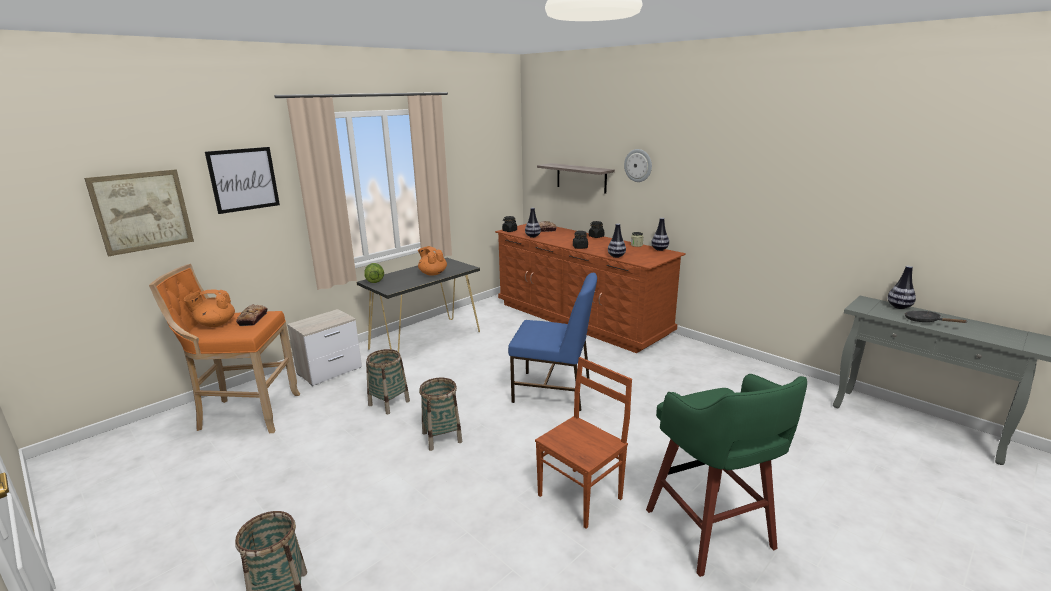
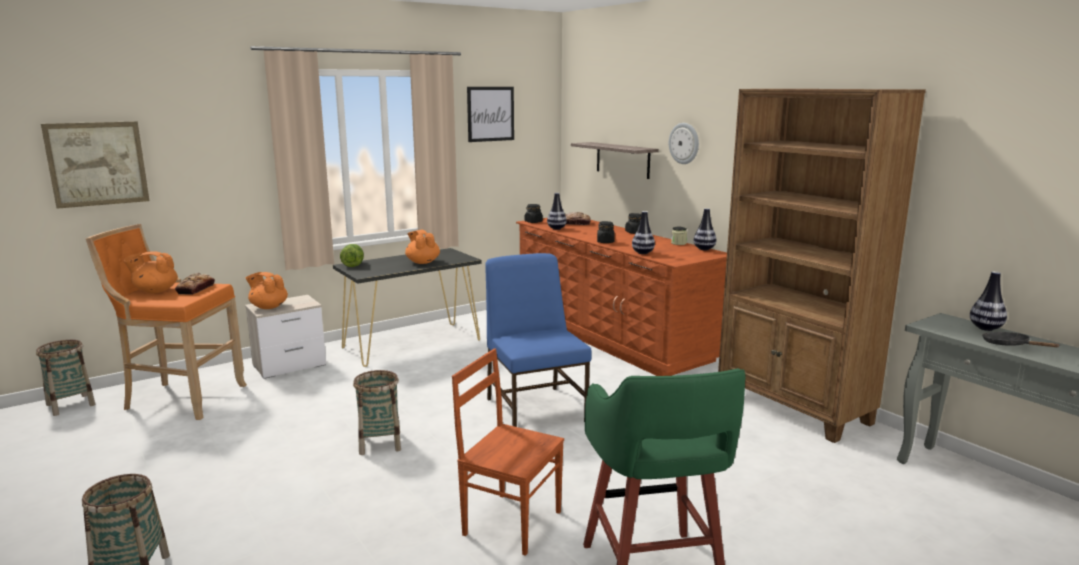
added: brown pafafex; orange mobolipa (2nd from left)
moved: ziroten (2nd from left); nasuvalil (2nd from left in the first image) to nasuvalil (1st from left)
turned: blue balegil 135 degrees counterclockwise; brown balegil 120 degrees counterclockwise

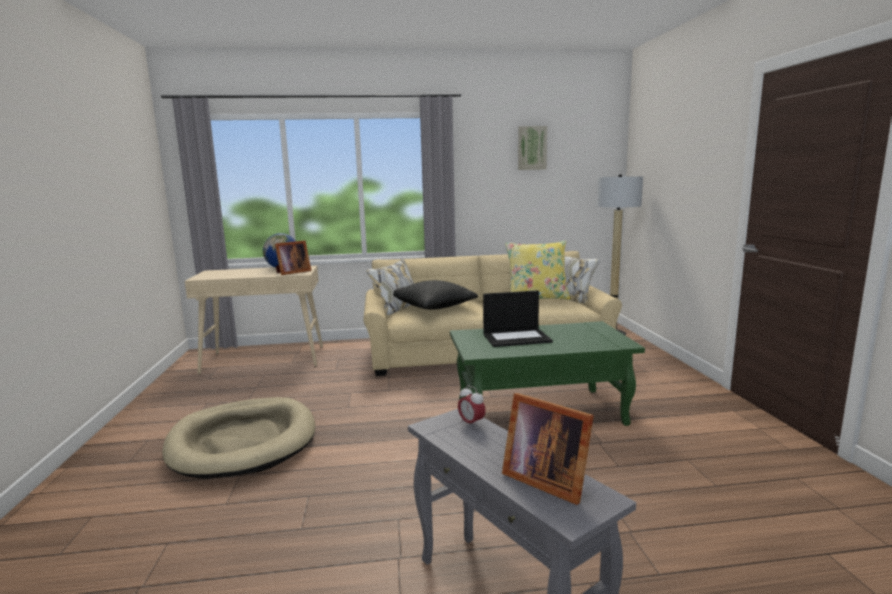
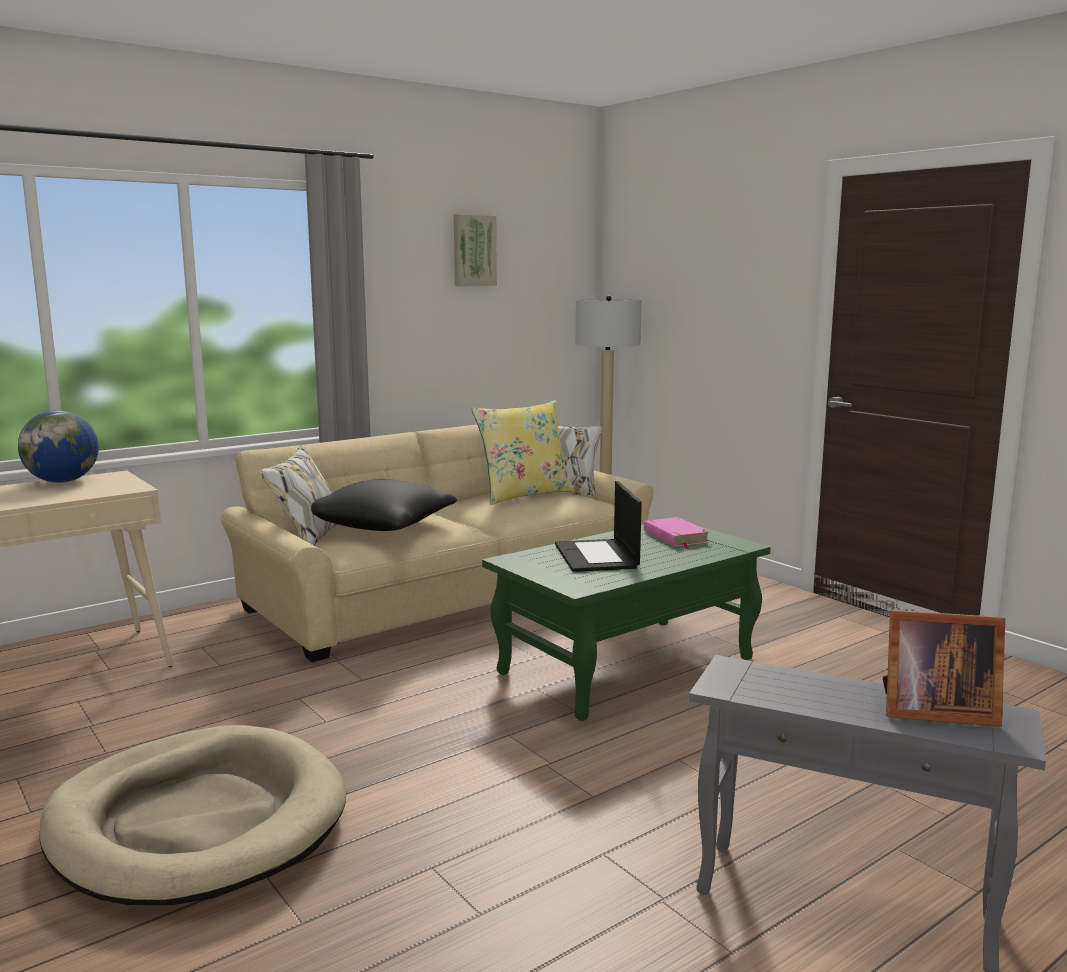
removed: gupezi (1st from left); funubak
added: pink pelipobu
turned: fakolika 120 degrees clockwise

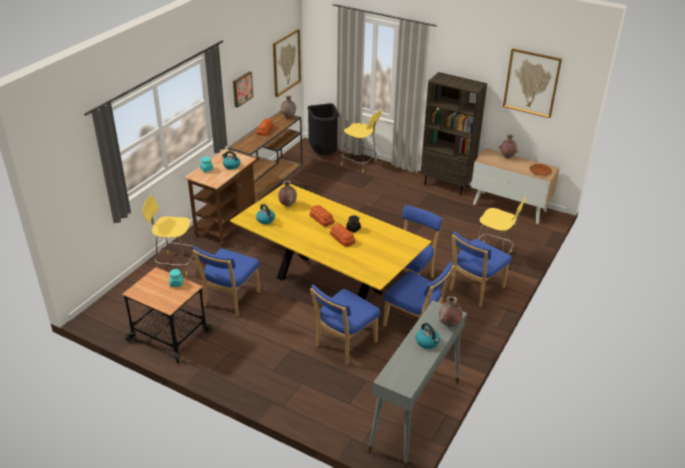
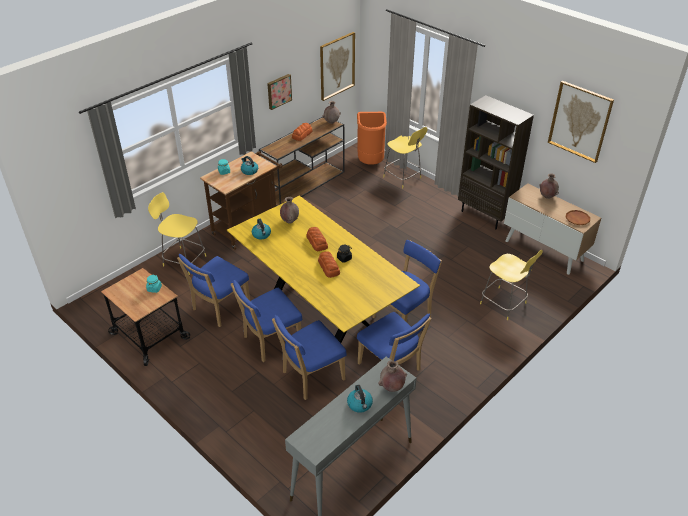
moved: blue balegil (5th from left in the first image) to blue balegil (2nd from left)
recoloured: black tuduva to orange tuduva

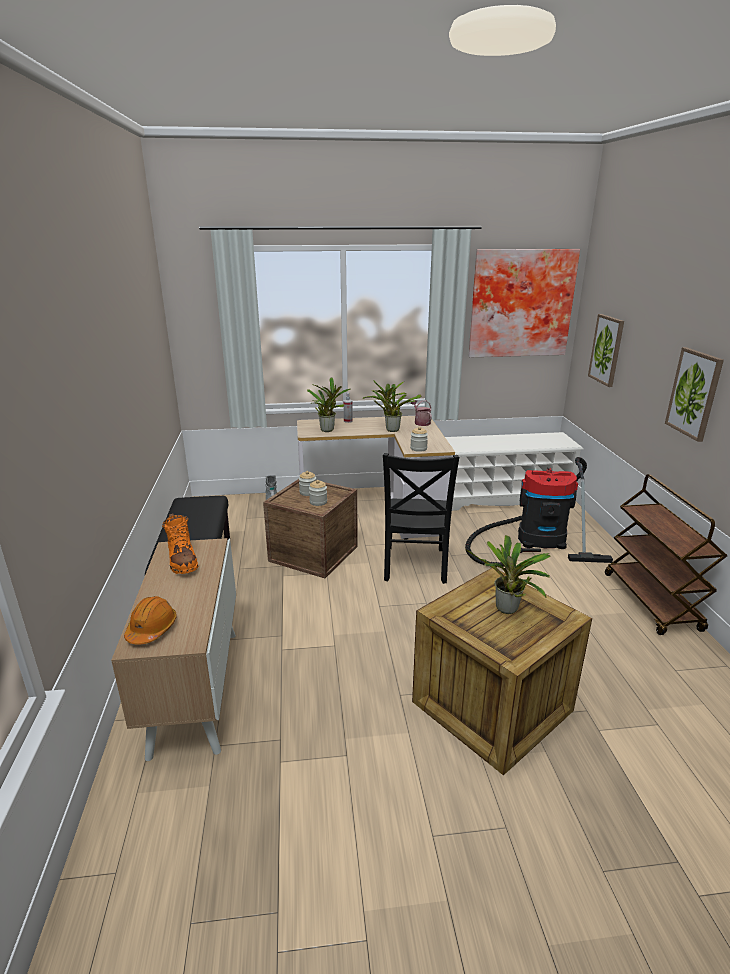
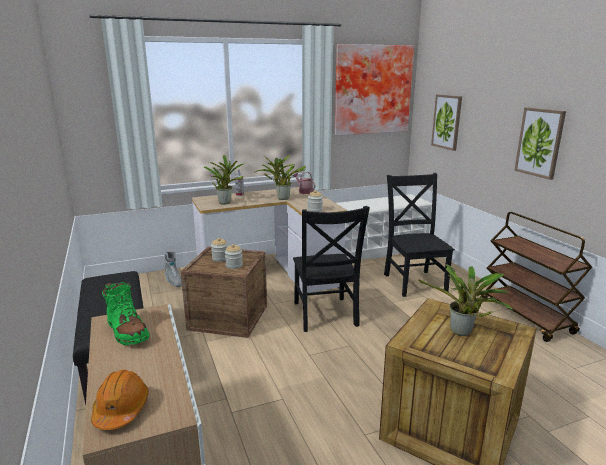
replaced: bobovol to black balegil (2nd from left)
recoloured: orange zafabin to green zafabin

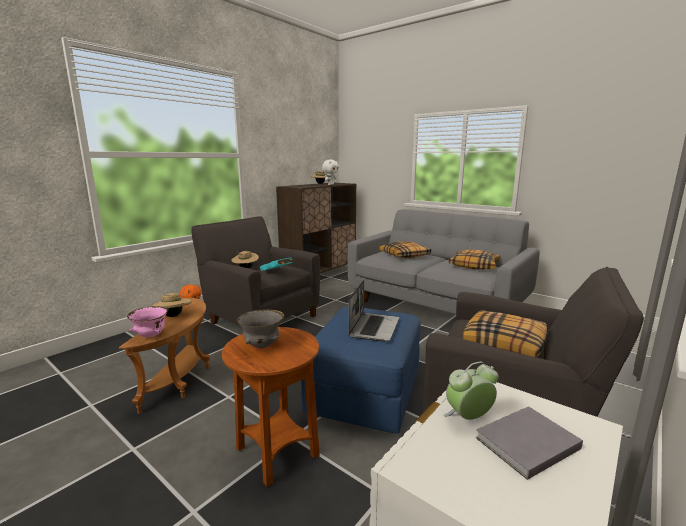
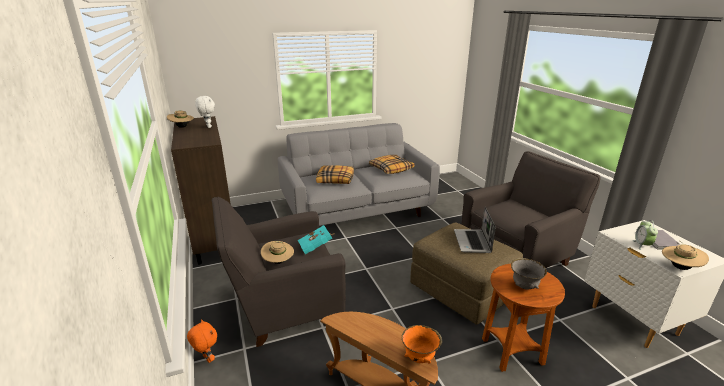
removed: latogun (3rd from left)
moved: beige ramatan (1st from left in the first image) to beige ramatan (3rd from left)
recoloured: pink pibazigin to orange pibazigin; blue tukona to brown tukona
turned: fakolika 135 degrees counterclockwise

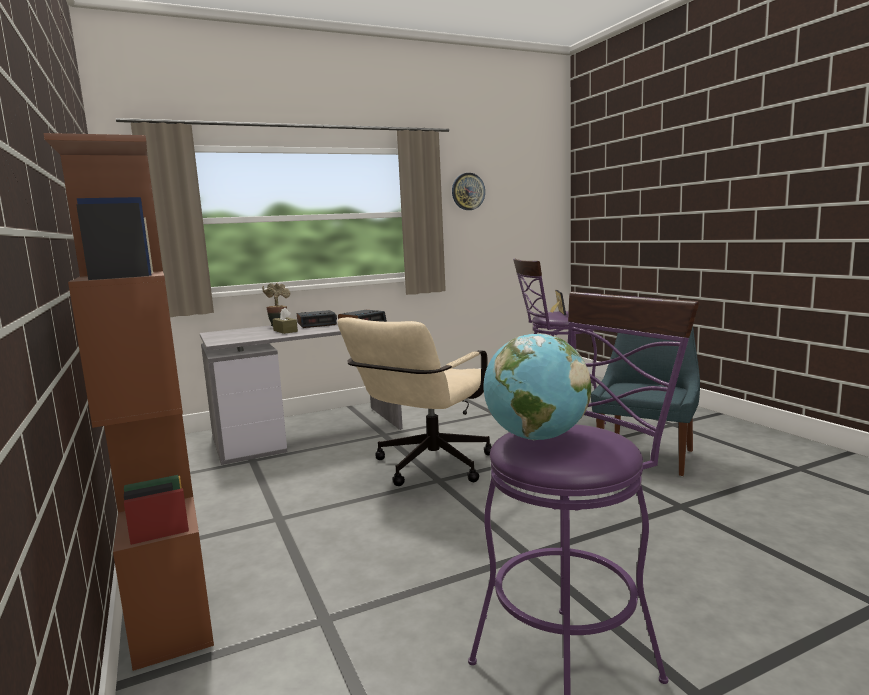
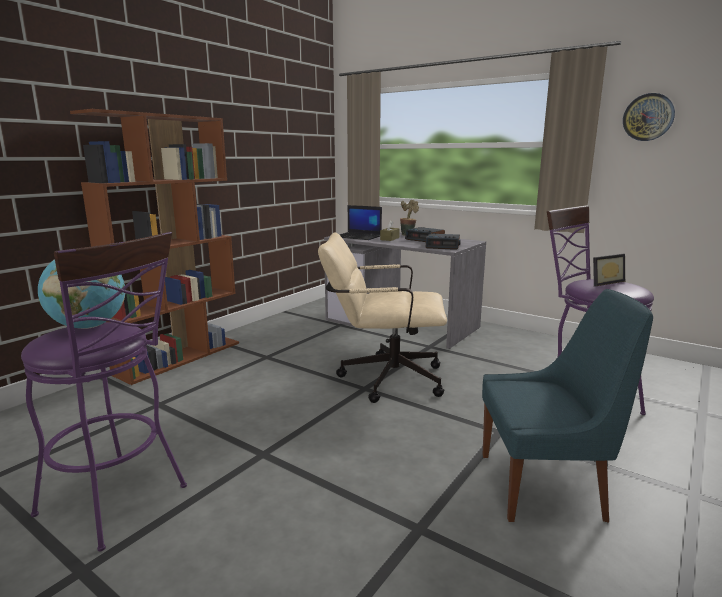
added: fakolika

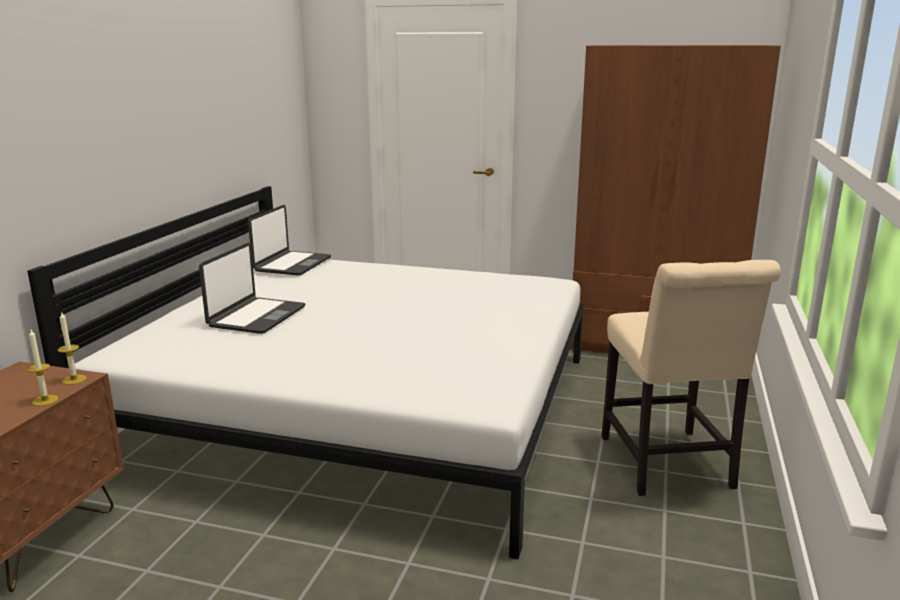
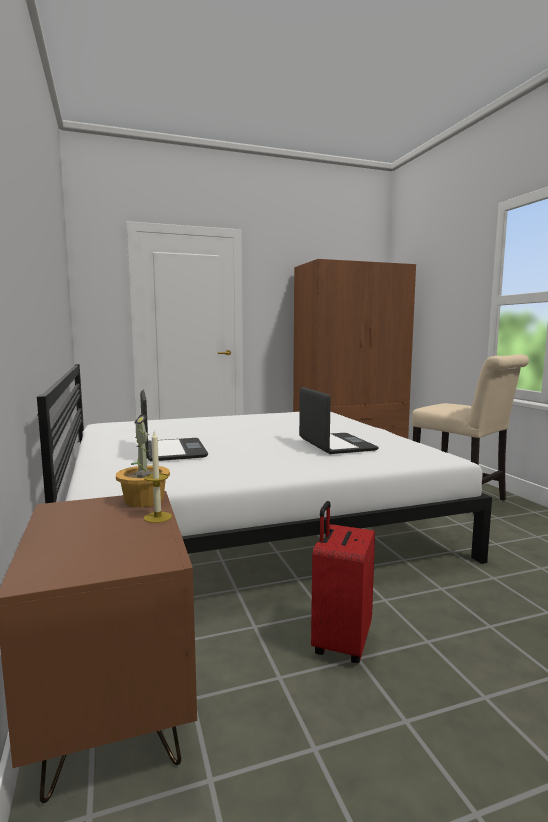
added: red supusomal
moved: fakolika (2nd from left)
replaced: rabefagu (2nd from left) to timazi

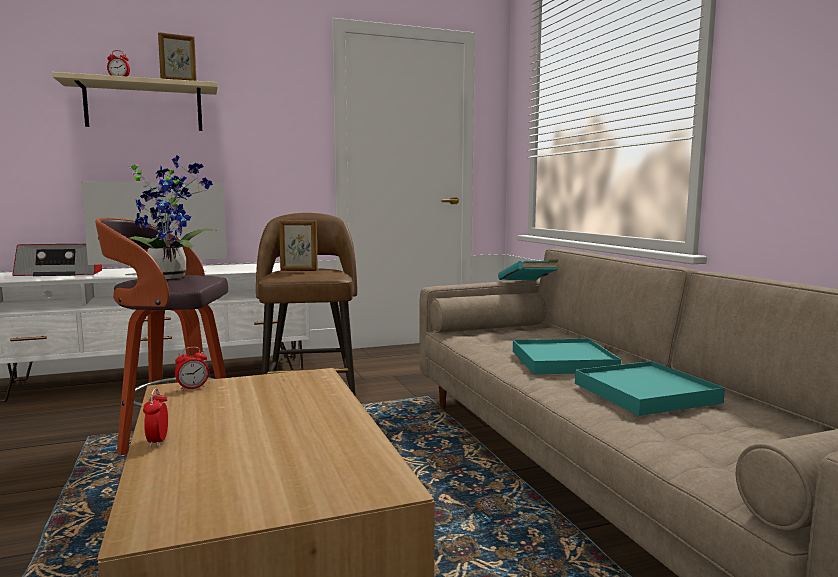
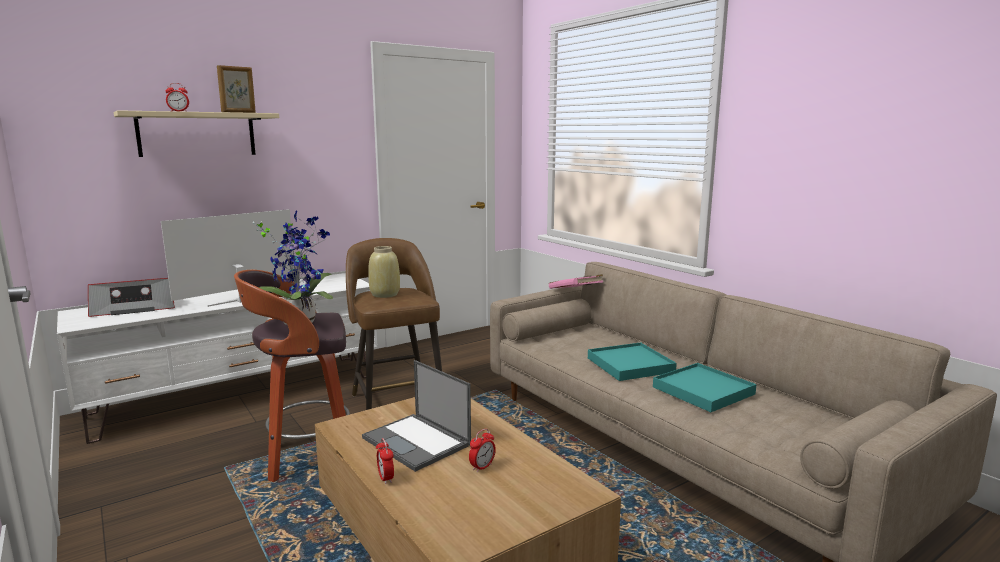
added: fakolika
moved: funubak (3rd from left)
replaced: gupezi (2nd from left) to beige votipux
recoloured: turquoise pelipobu to pink pelipobu

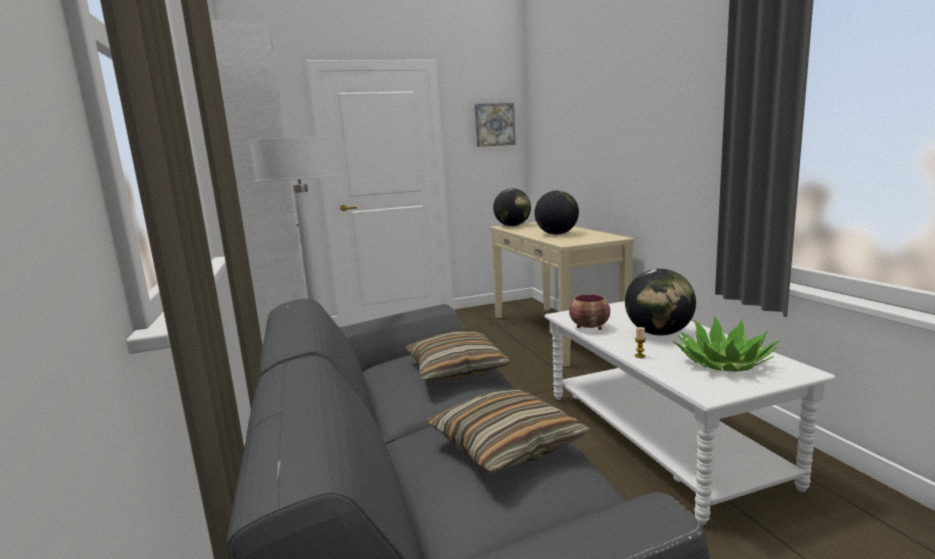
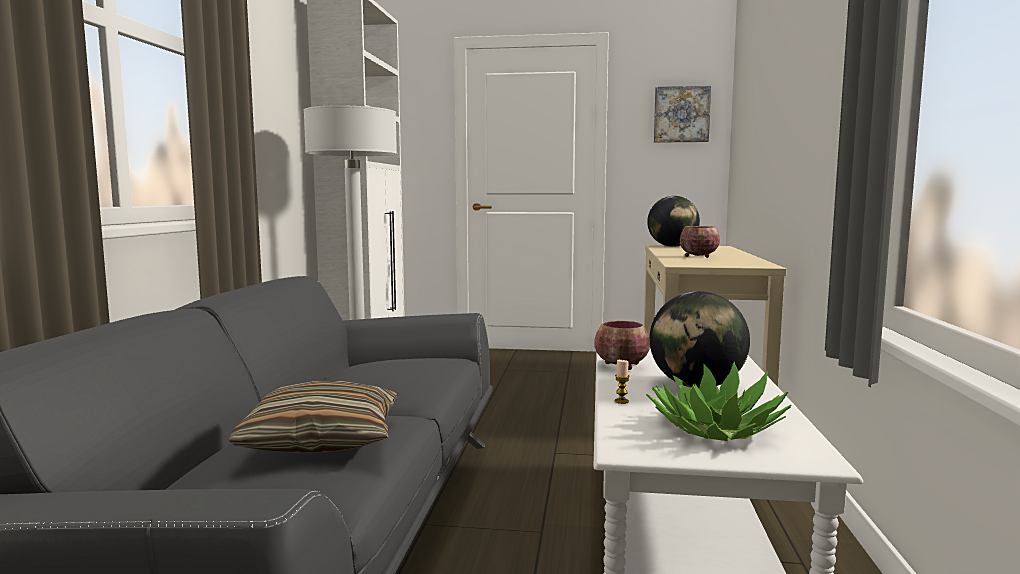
removed: latogun (1st from left)
replaced: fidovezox (2nd from left) to pibazigin (2nd from left)

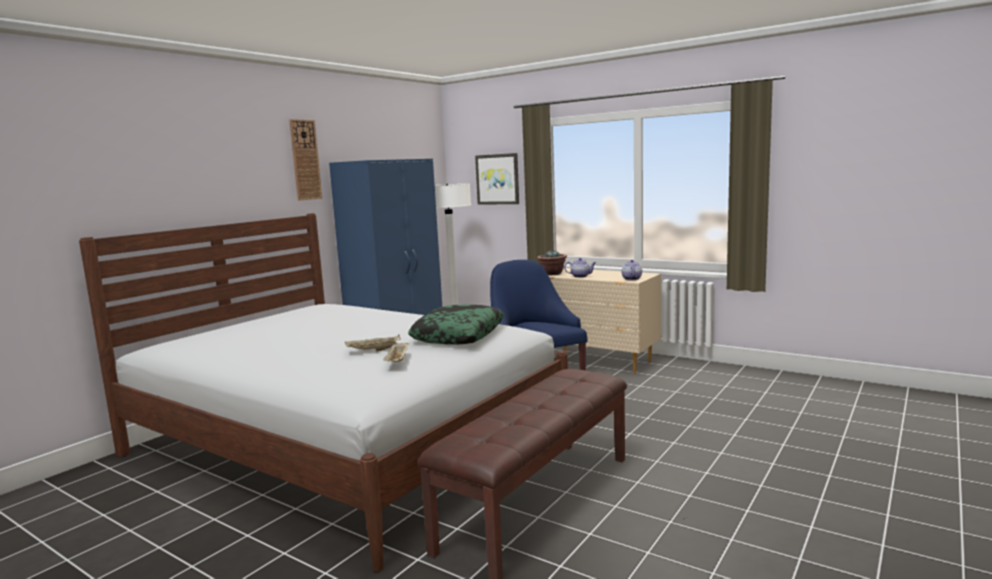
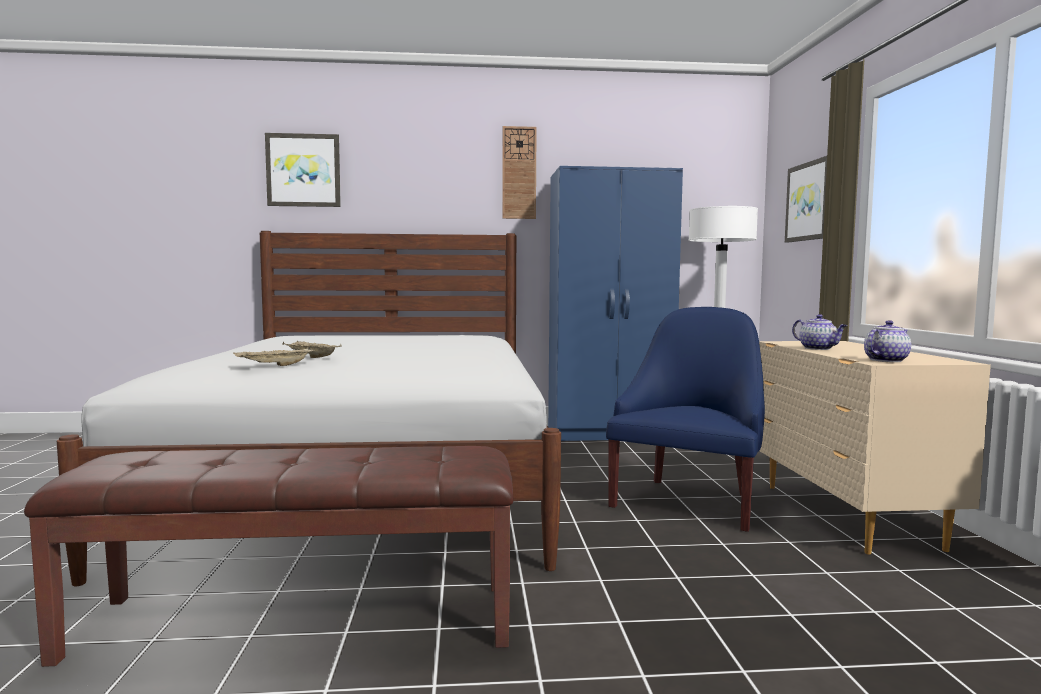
removed: timazi; latogun
added: ziroten (1st from left)

